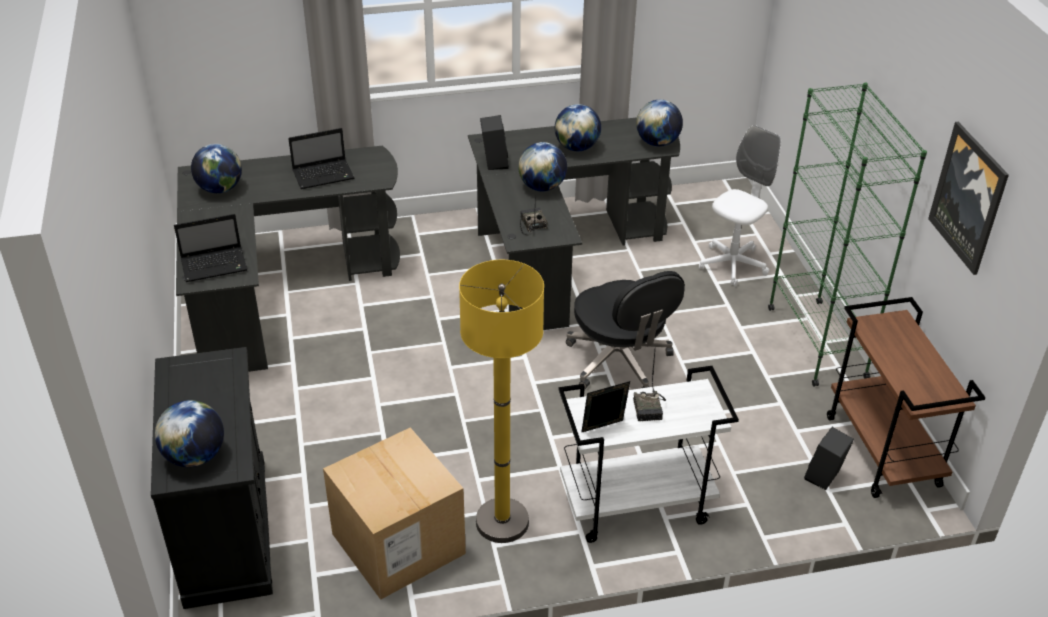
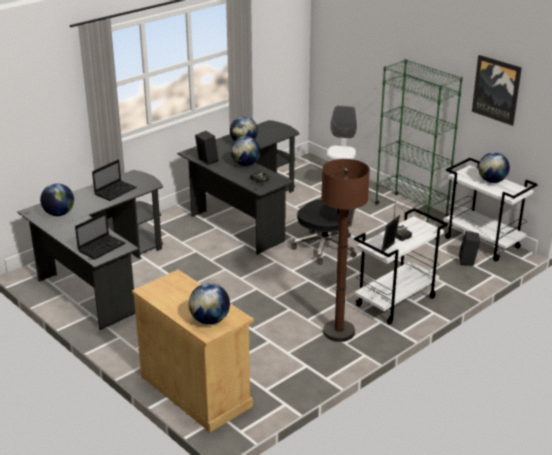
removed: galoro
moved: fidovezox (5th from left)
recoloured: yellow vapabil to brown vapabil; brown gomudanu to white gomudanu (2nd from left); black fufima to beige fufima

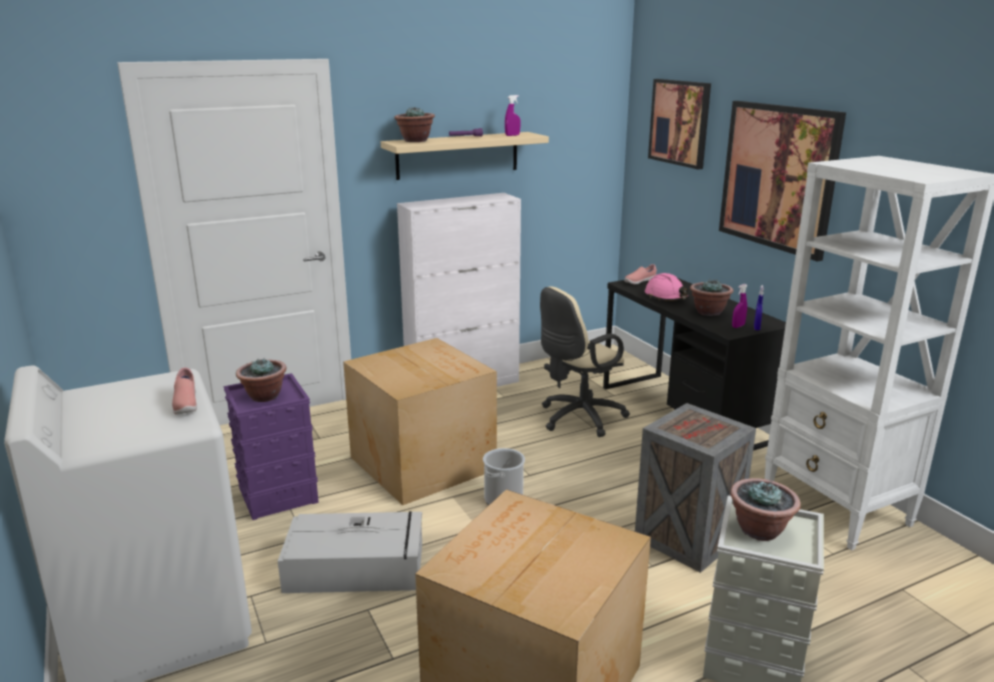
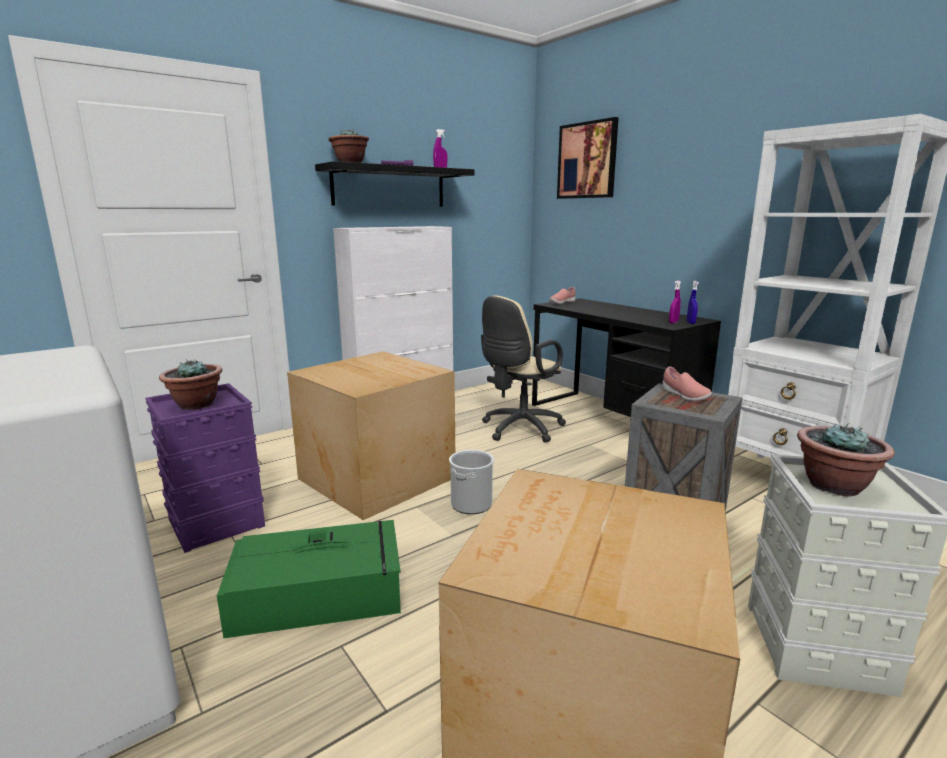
removed: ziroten (2nd from left); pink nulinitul; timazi (3rd from left)
moved: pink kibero (1st from left in the first image) to pink kibero (2nd from left)
recoloured: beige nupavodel to black nupavodel; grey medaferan (1st from left) to green medaferan

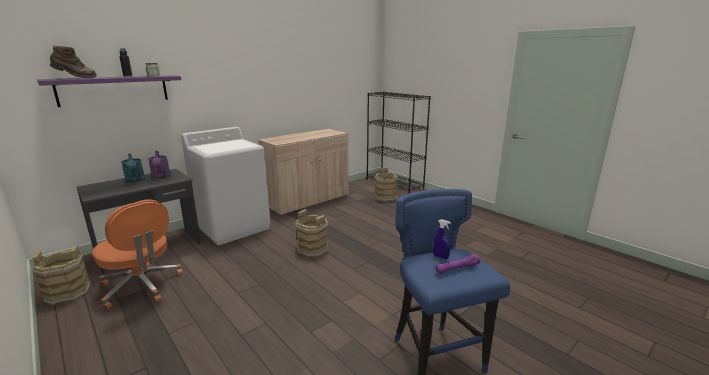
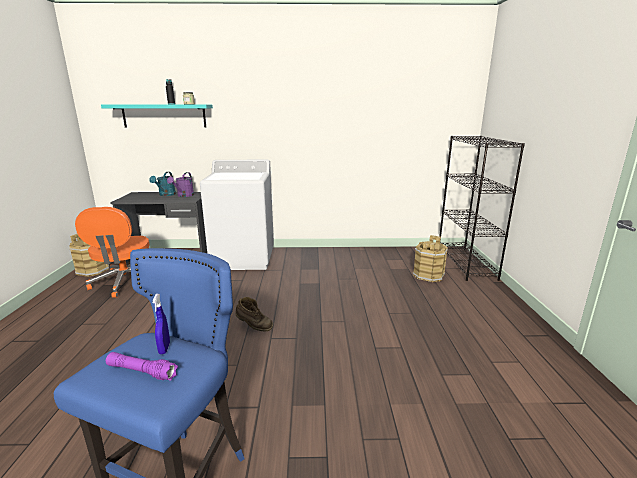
removed: beige fufima; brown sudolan (2nd from left)
moved: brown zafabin
recoloured: purple nupavodel to turquoise nupavodel

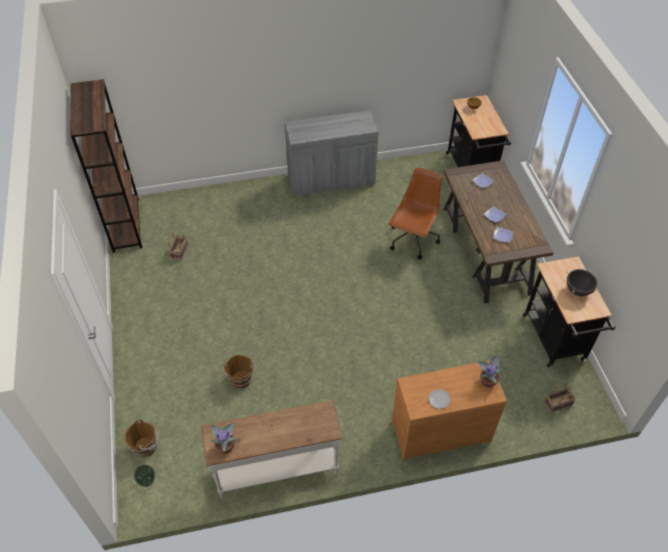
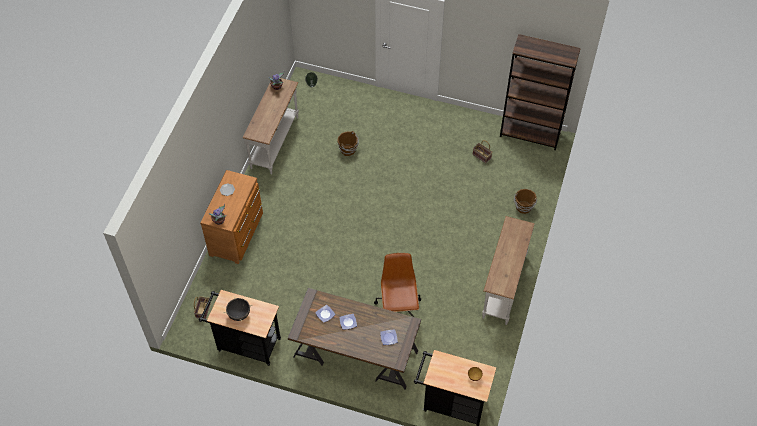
moved: brown sudolan (1st from left in the first image) to brown sudolan (2nd from left)
replaced: grey fufima to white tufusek (2nd from left)
turned: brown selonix 150 degrees counterclockwise

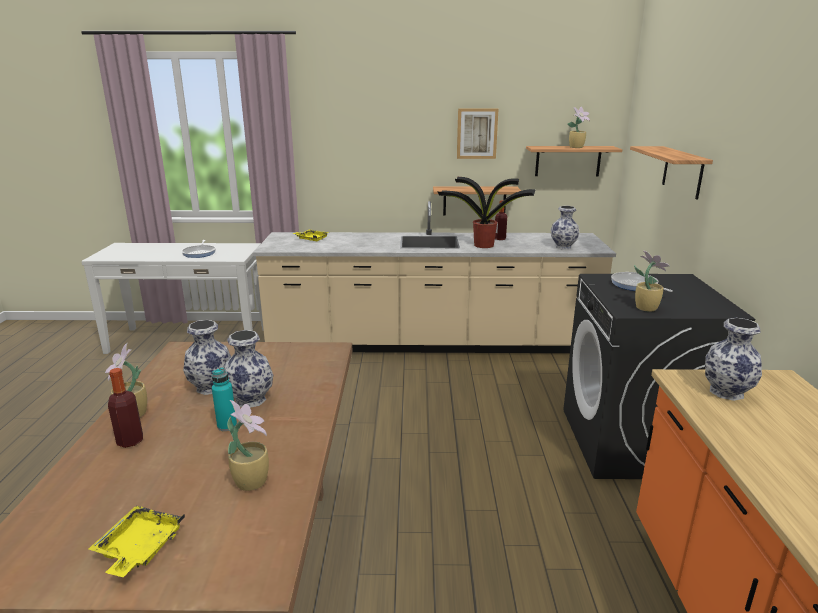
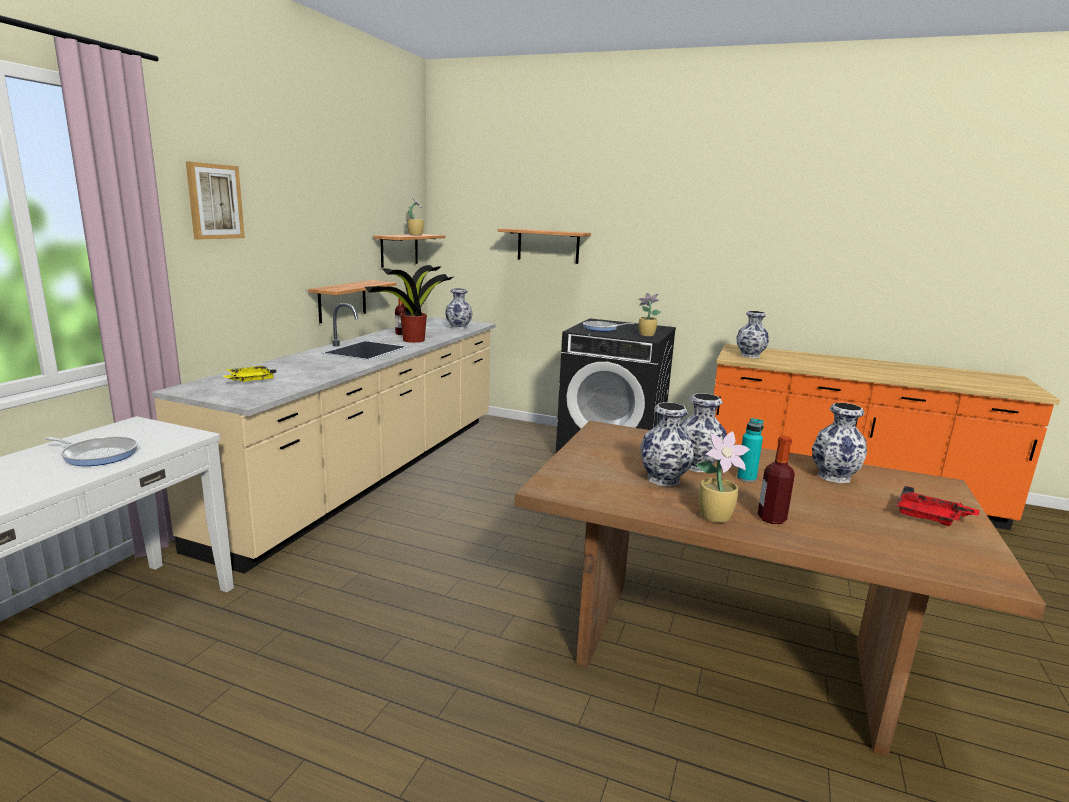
moved: ziroten
replaced: timazi (2nd from left) to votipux (5th from left)
recoloured: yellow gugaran (1st from left) to red gugaran

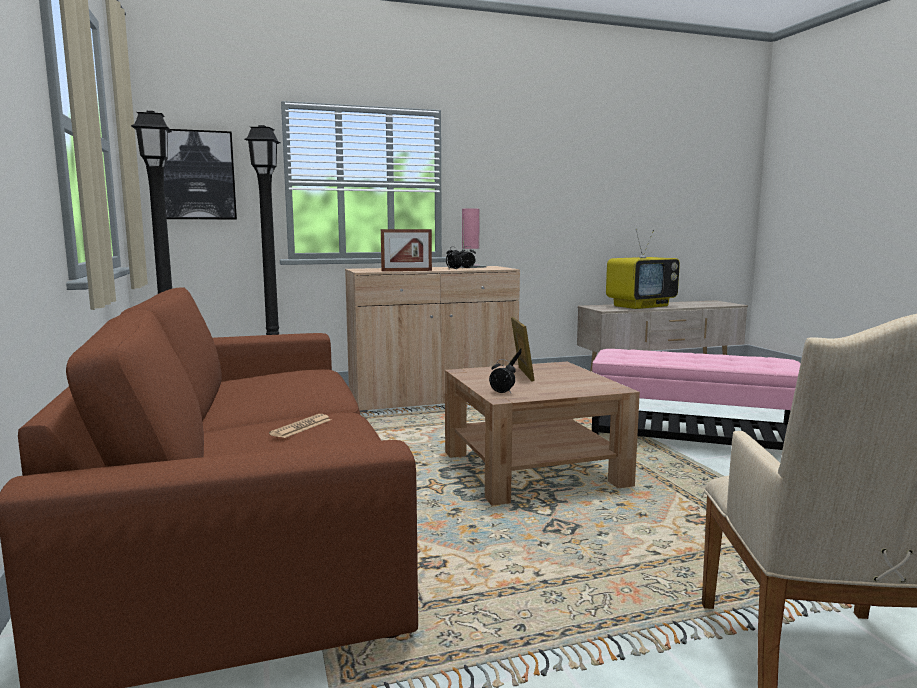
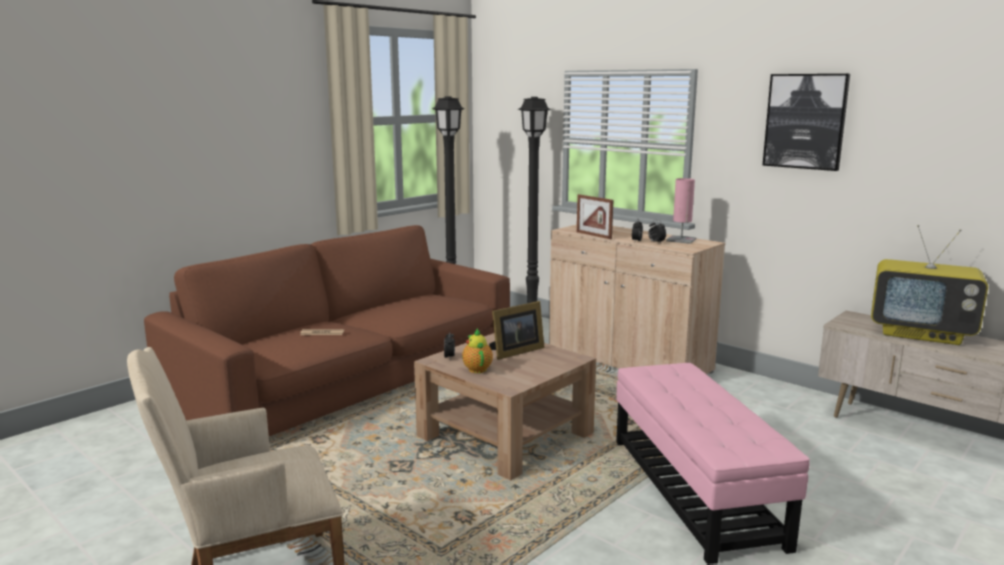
added: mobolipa
moved: ziroten

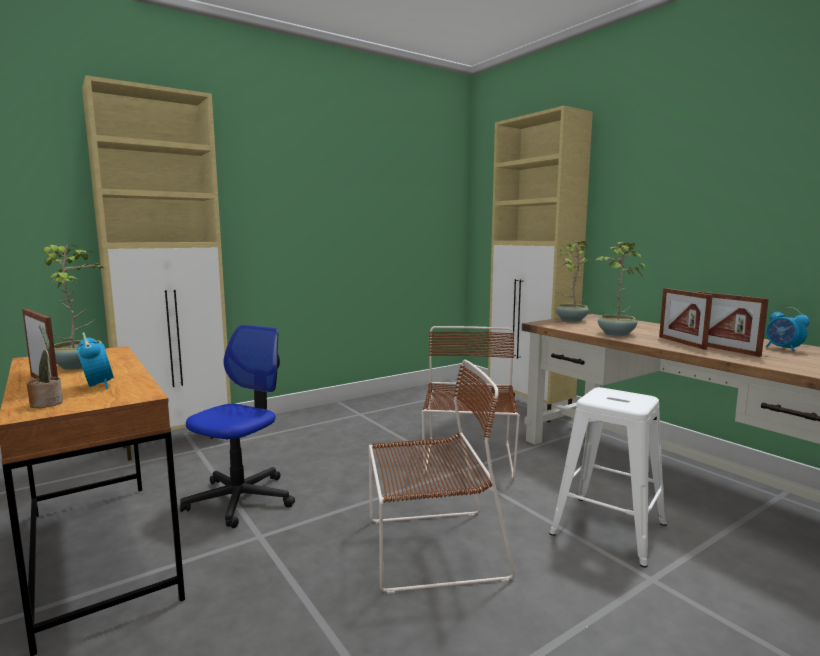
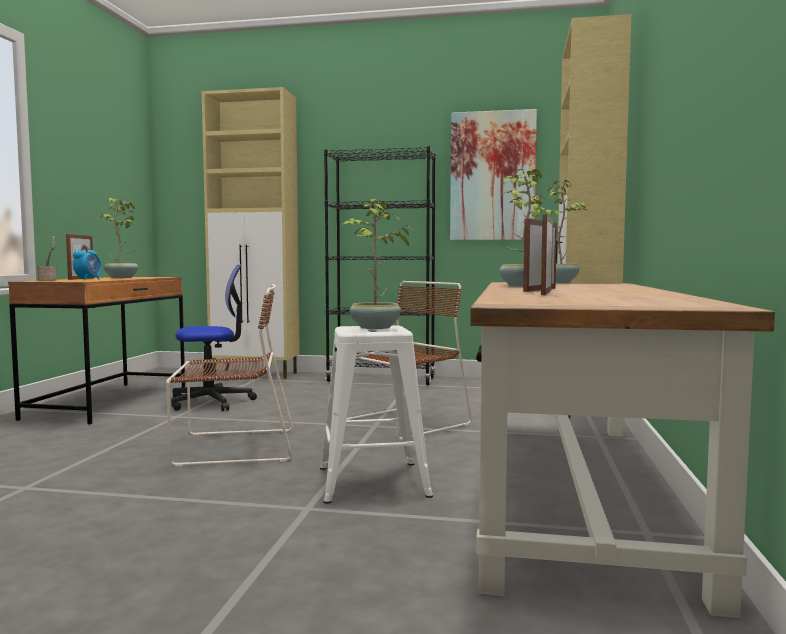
removed: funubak (2nd from left)
added: ziroten; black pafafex; timazi (3rd from left)
turned: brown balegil (1st from left) 45 degrees counterclockwise

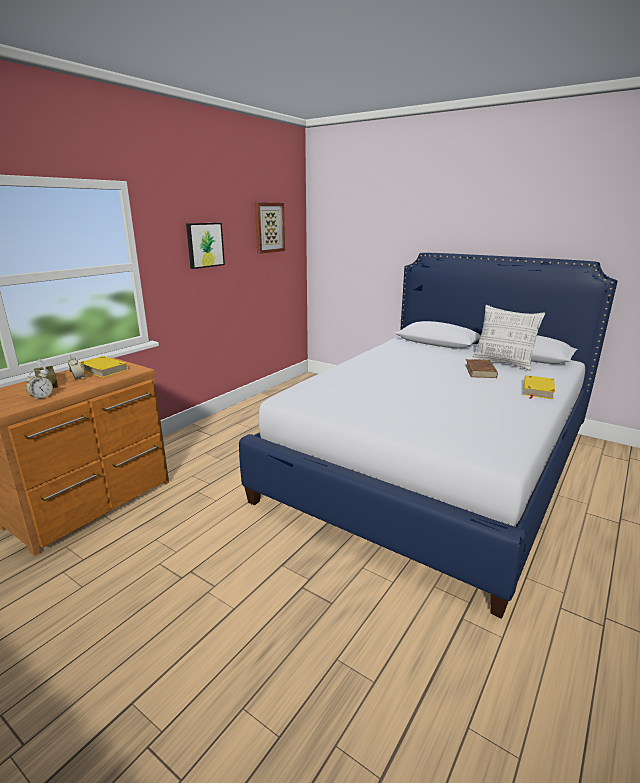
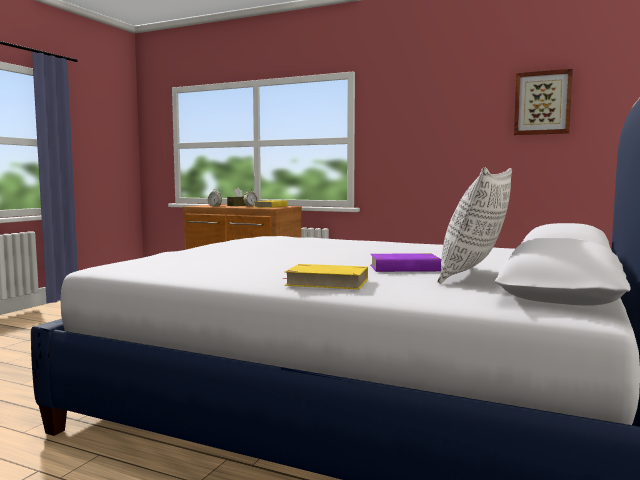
removed: ziroten (1st from left)
recoloured: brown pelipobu to purple pelipobu

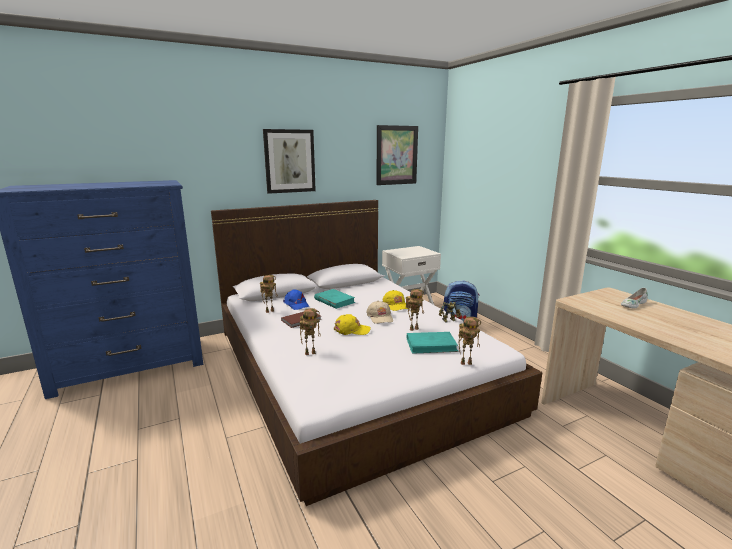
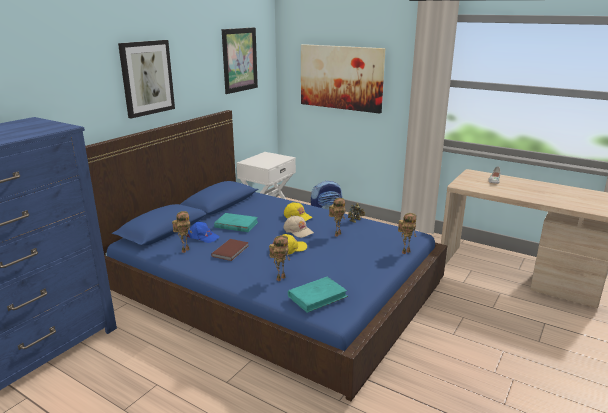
added: ziroten (3rd from left)
moved: turquoise pelipobu (2nd from left)
recoloured: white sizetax to blue sizetax

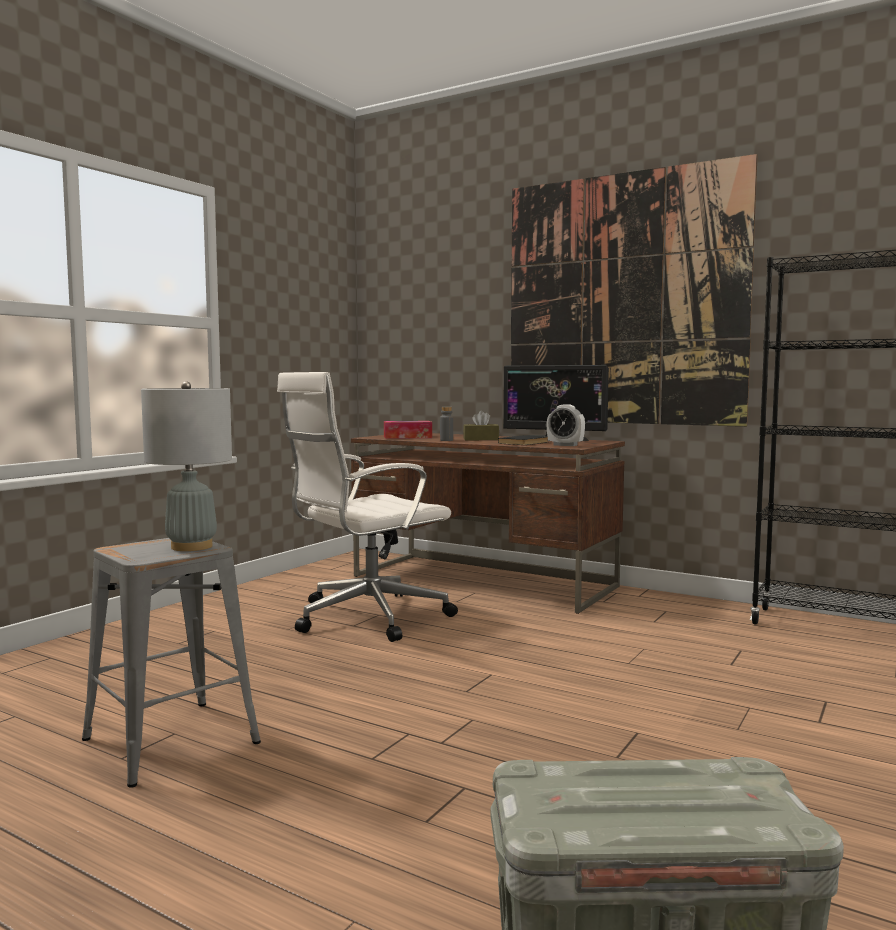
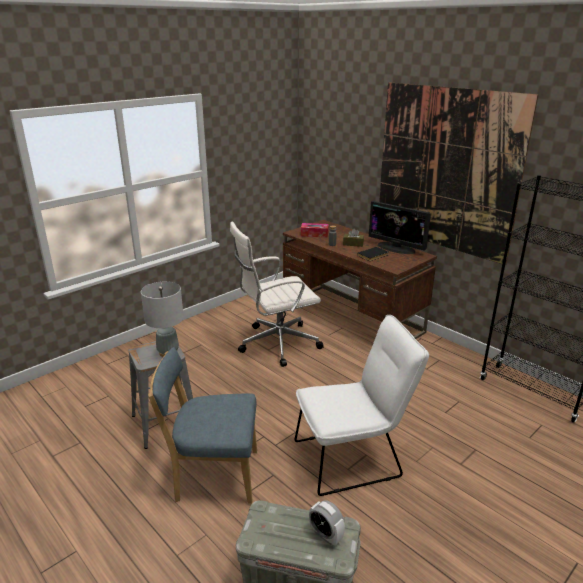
added: white balegil; blue balegil
moved: funubak

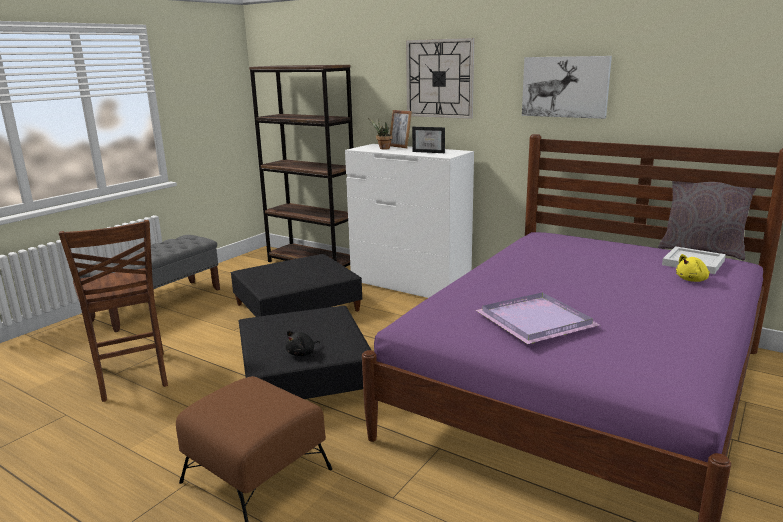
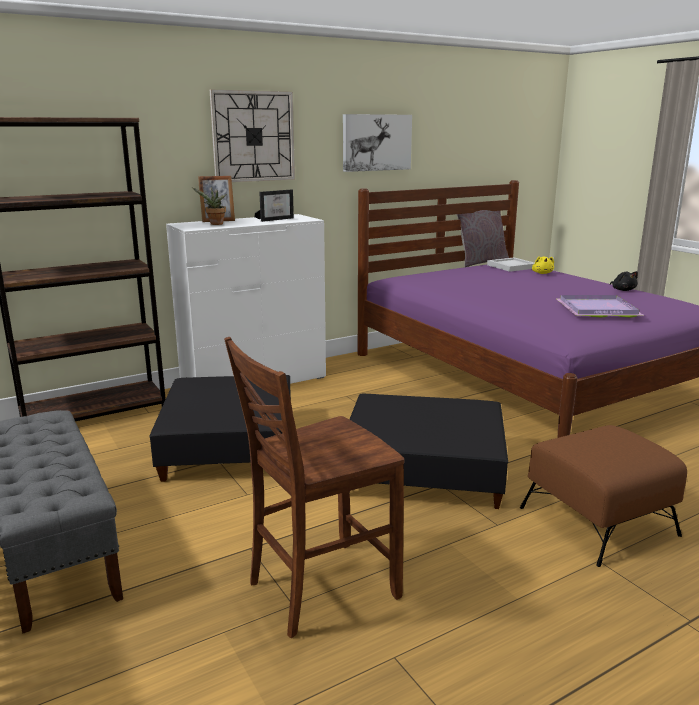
moved: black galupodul
turned: brown balegil 150 degrees clockwise

